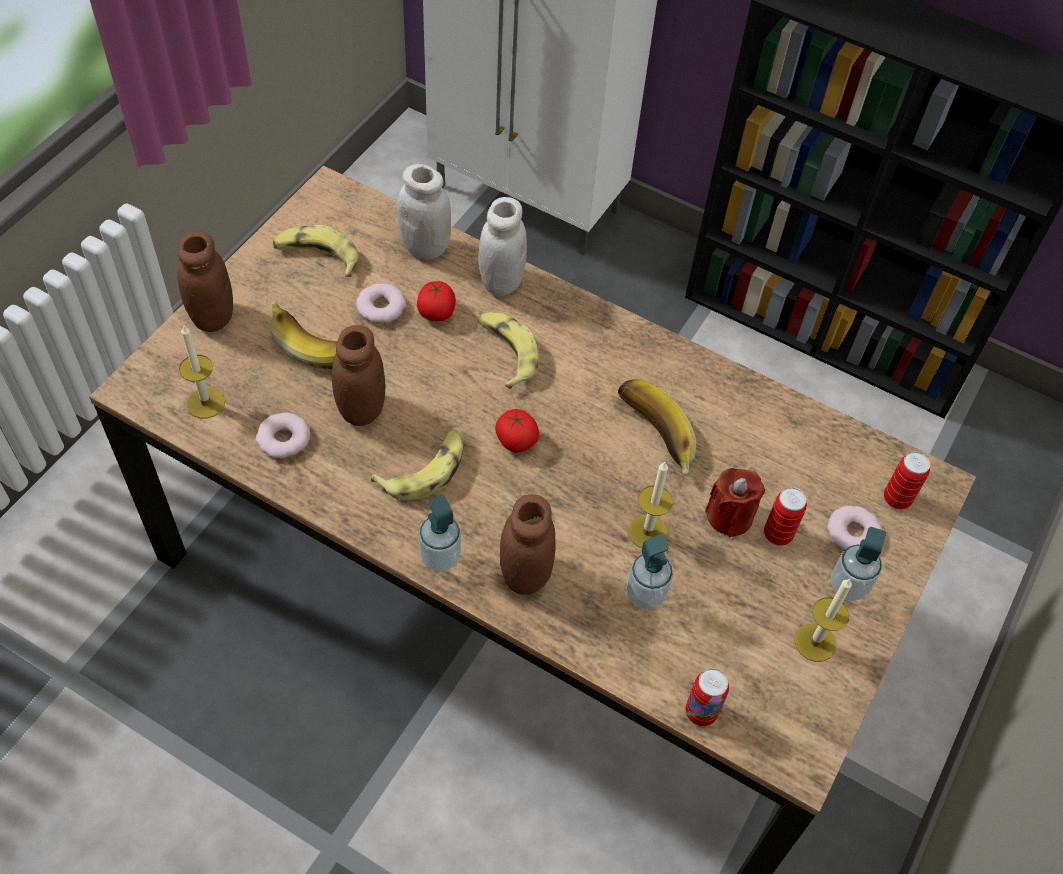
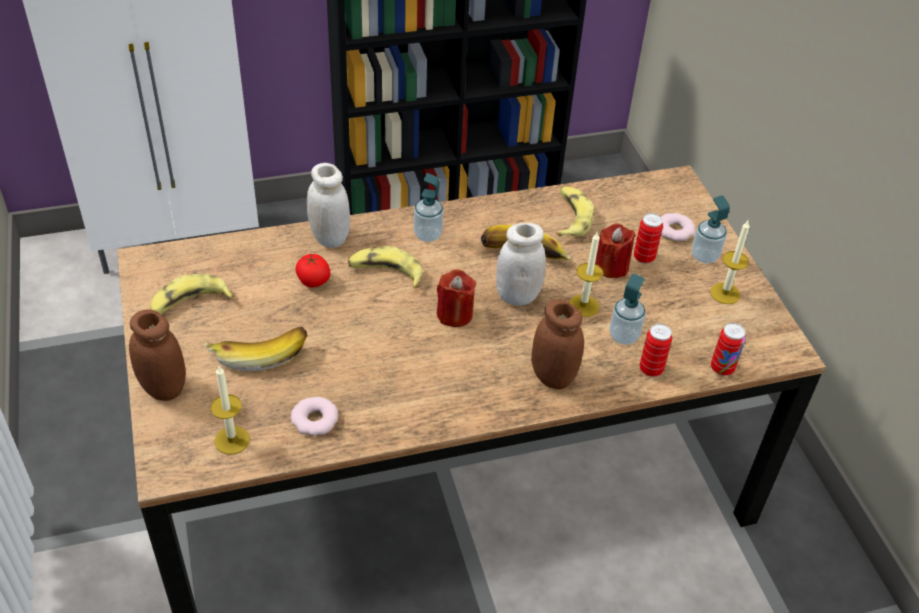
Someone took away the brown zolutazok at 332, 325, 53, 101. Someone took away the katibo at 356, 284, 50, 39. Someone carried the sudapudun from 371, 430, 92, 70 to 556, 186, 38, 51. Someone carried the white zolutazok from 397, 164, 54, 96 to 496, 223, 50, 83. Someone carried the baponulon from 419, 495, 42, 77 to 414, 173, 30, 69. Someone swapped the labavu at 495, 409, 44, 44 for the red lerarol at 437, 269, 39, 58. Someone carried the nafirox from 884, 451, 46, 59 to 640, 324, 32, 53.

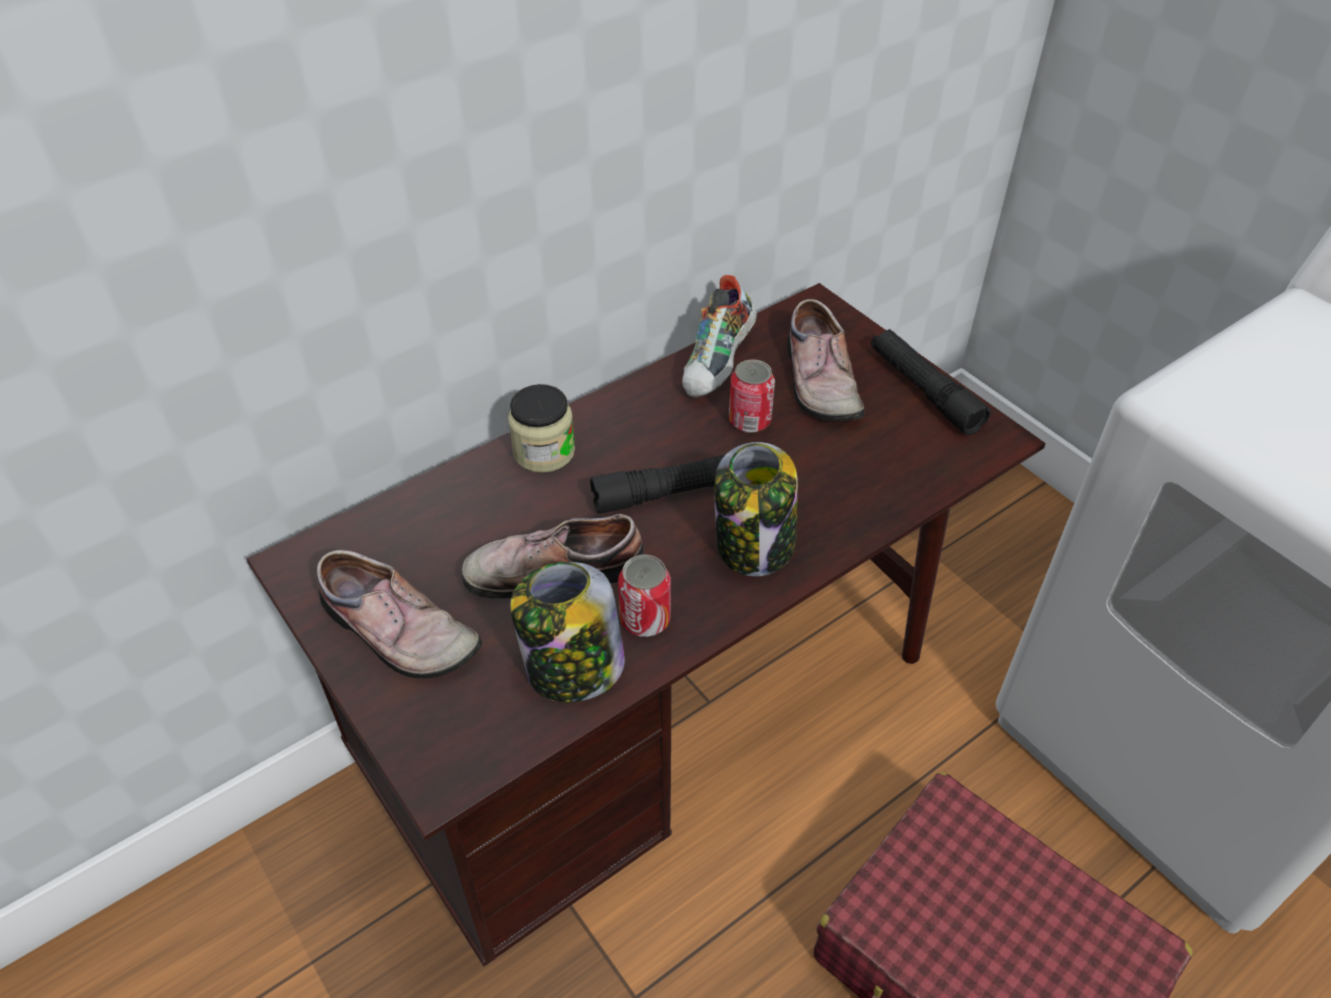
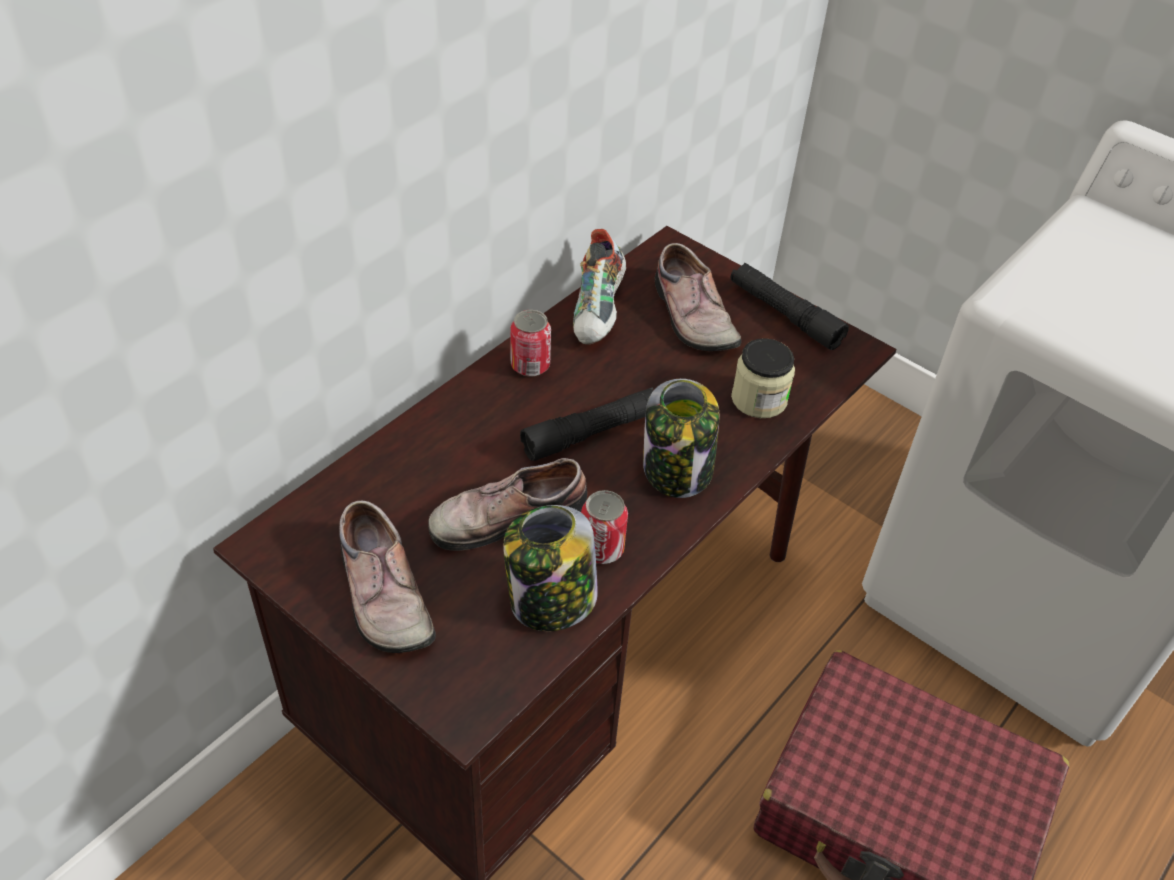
Someone rotated the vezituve at 316, 550, 166, 129 by 45 degrees clockwise. Someone carried the zolutazok from 508, 384, 67, 89 to 731, 338, 64, 80. Someone carried the nafirox from 729, 359, 46, 74 to 510, 310, 41, 67.

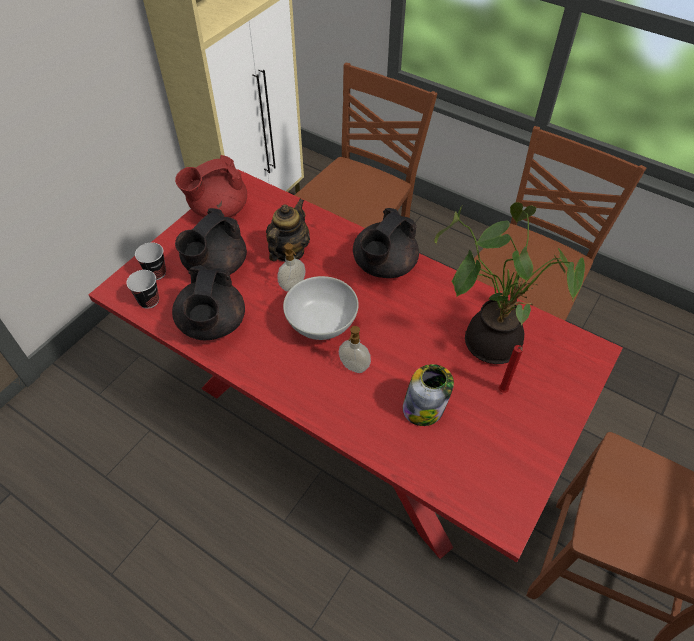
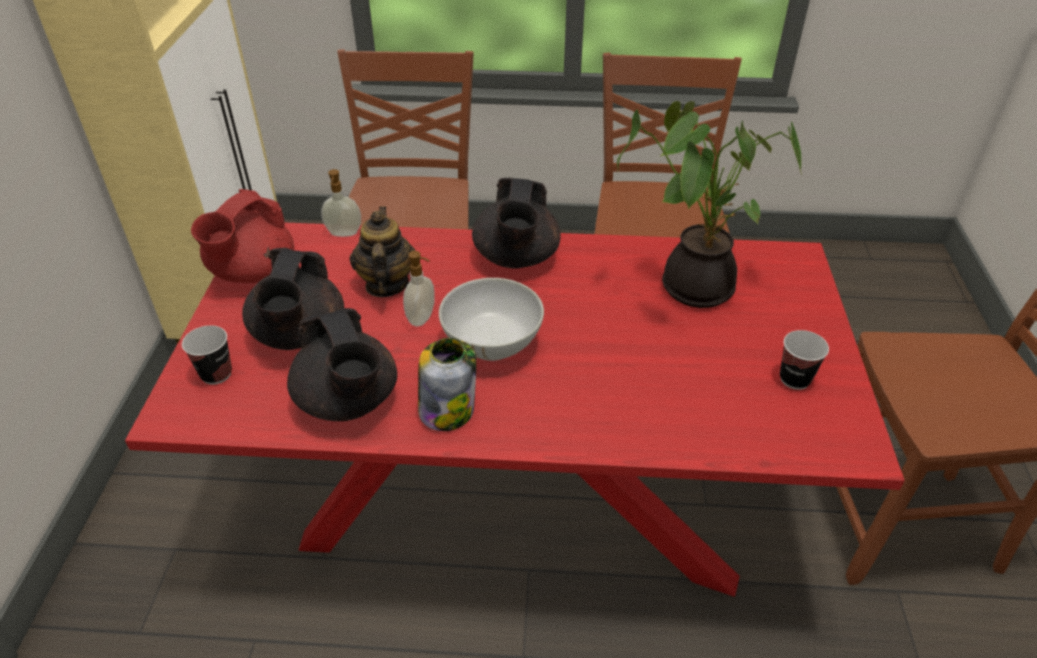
Someone carried the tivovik from 127, 270, 32, 39 to 780, 330, 49, 60. Someone carried the baponulon from 339, 326, 32, 47 to 321, 169, 40, 68. Someone carried the zolutazok from 403, 364, 51, 62 to 418, 338, 58, 93. Someone took away the red lerarol at 499, 345, 24, 48.

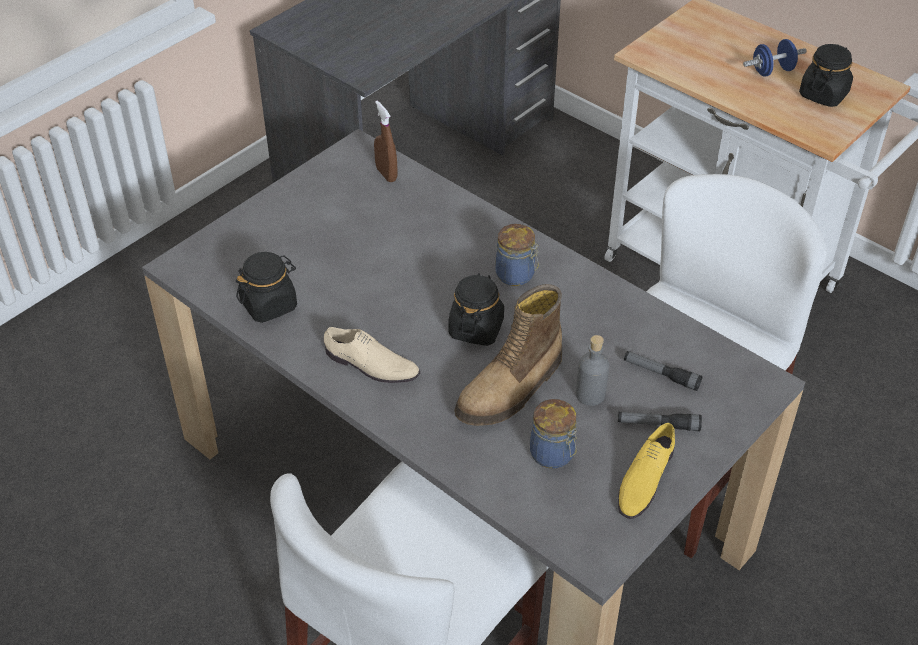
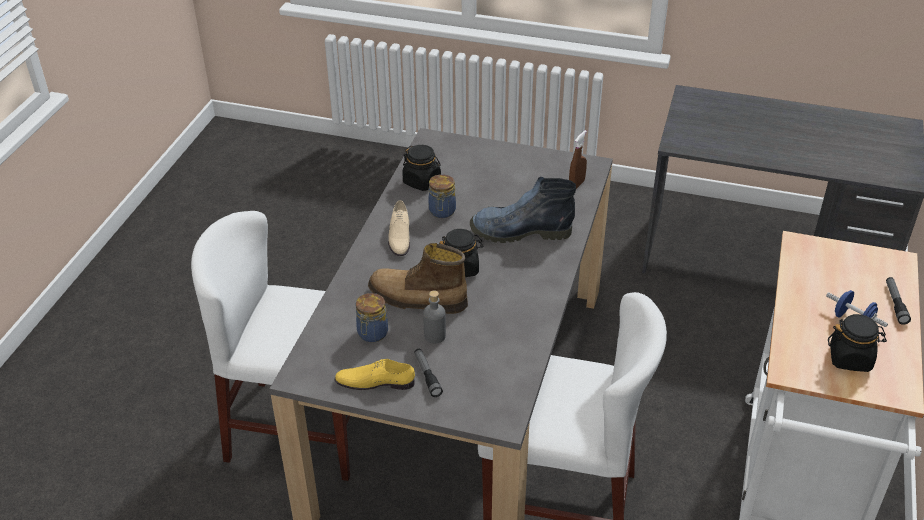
Someone carried the zolutazok from 495, 224, 44, 62 to 428, 174, 28, 44. Someone carried the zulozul from 624, 351, 78, 40 to 886, 277, 25, 48. Someone put down the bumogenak at 470, 177, 106, 66.

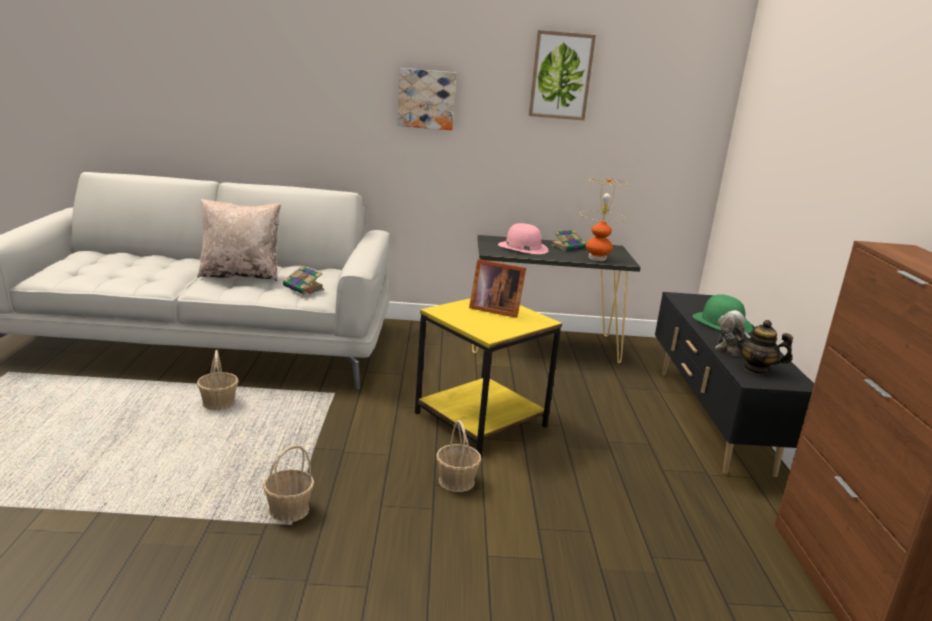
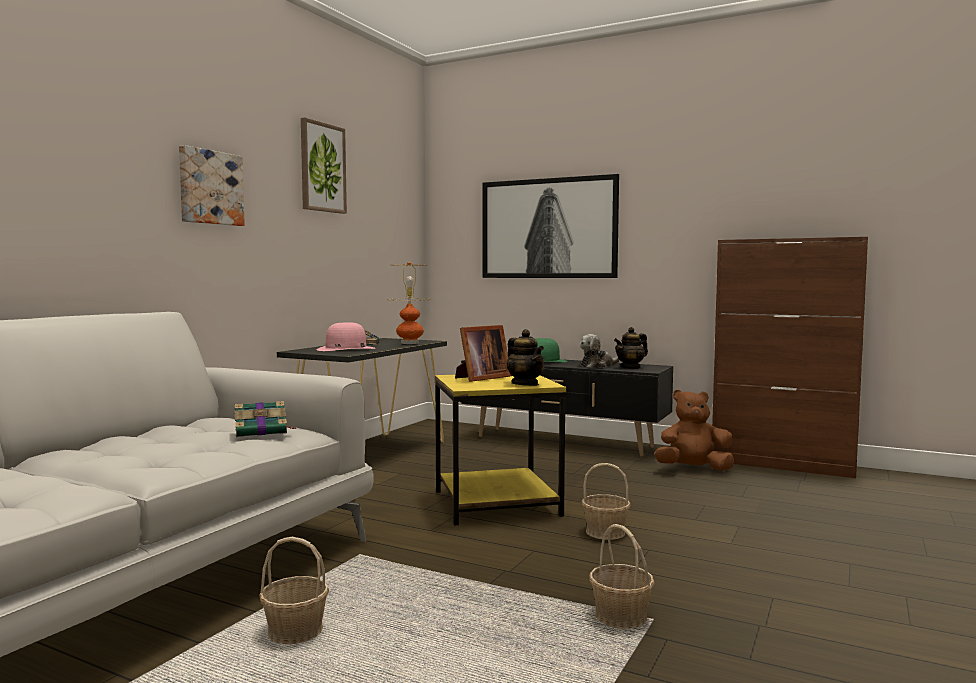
Someone took away the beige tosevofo at 197, 199, 84, 82. Someone put up the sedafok at 482, 174, 137, 104. Someone put down the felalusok at 506, 329, 39, 57. Someone put down the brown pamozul at 654, 389, 81, 82.

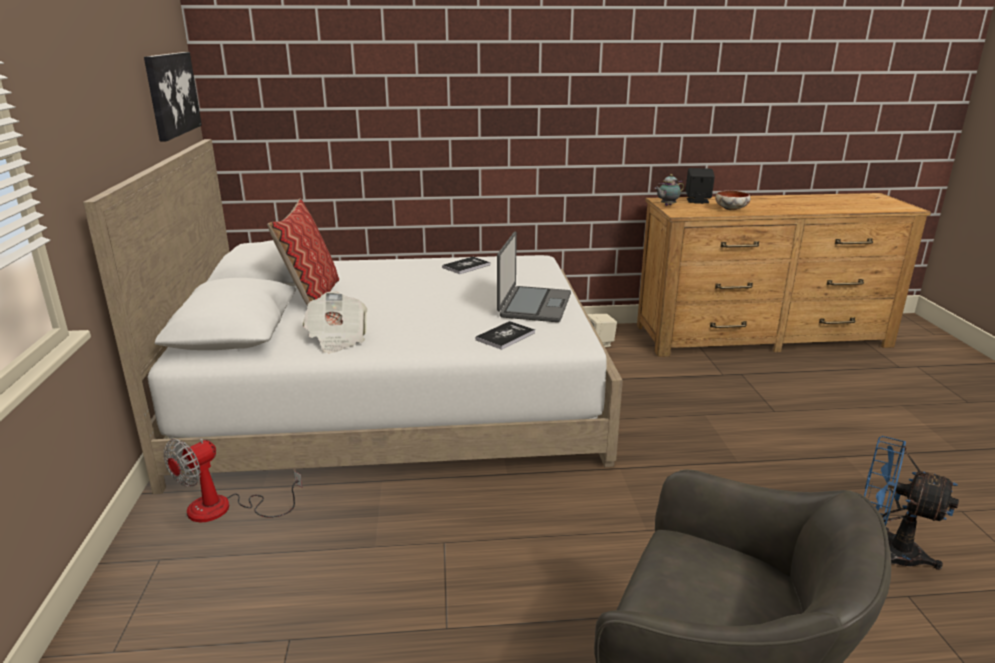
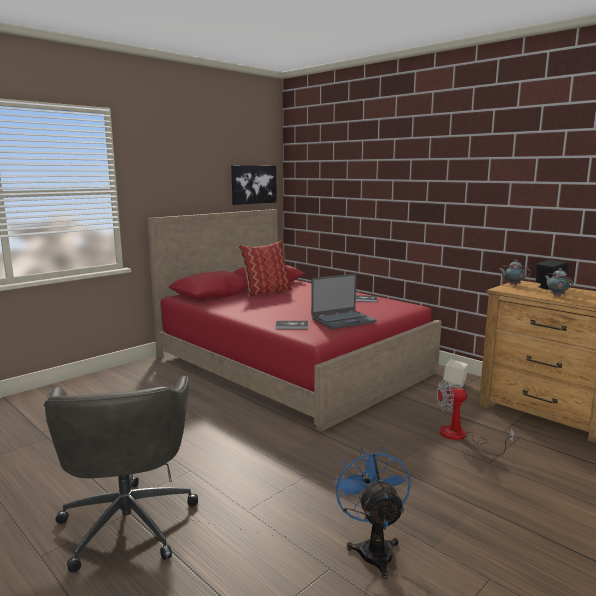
Someone repainted the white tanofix at 83, 139, 540, 355, which became the red tanofix at 147, 209, 295, 223. Someone carried the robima from 164, 439, 139, 83 to 437, 380, 77, 76. Someone took away the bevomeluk at 302, 291, 65, 62. Someone swapped the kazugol at 715, 191, 36, 19 for the felalusok at 544, 268, 29, 29.

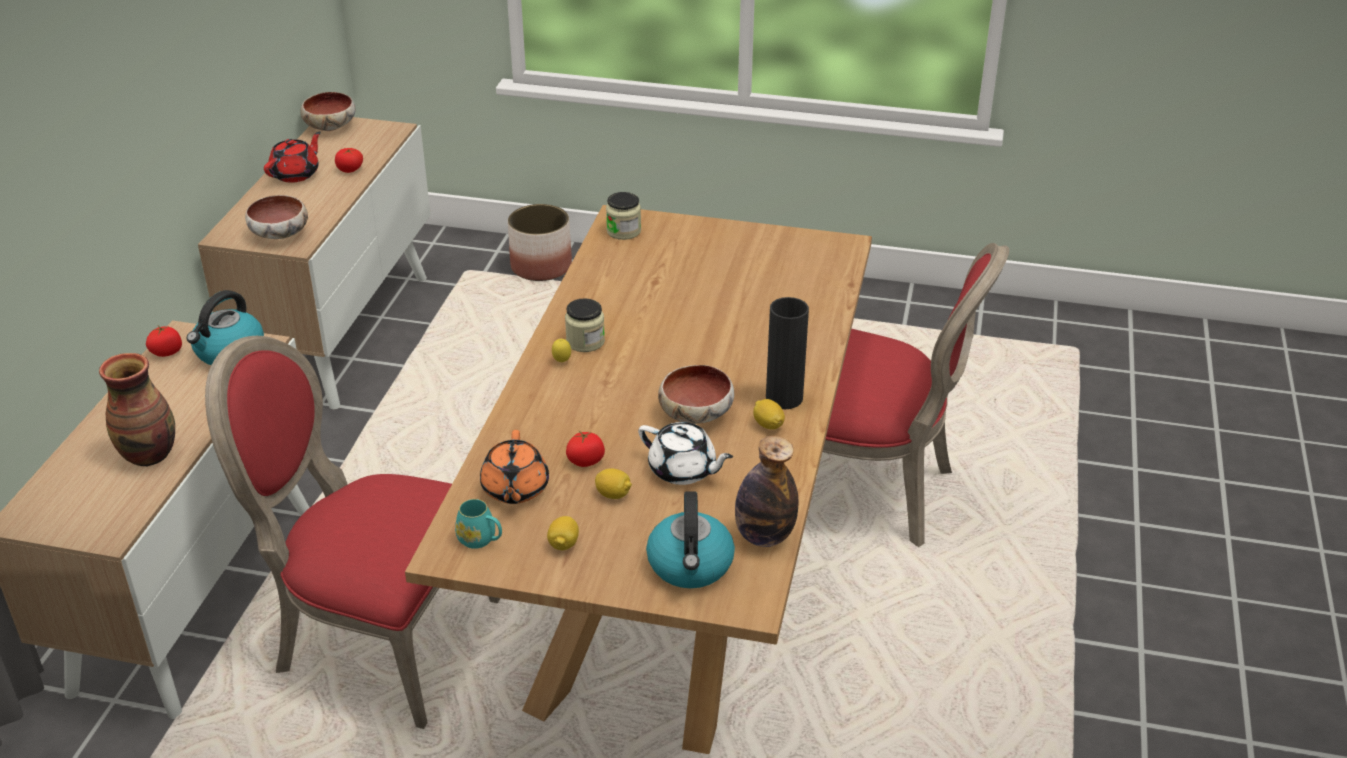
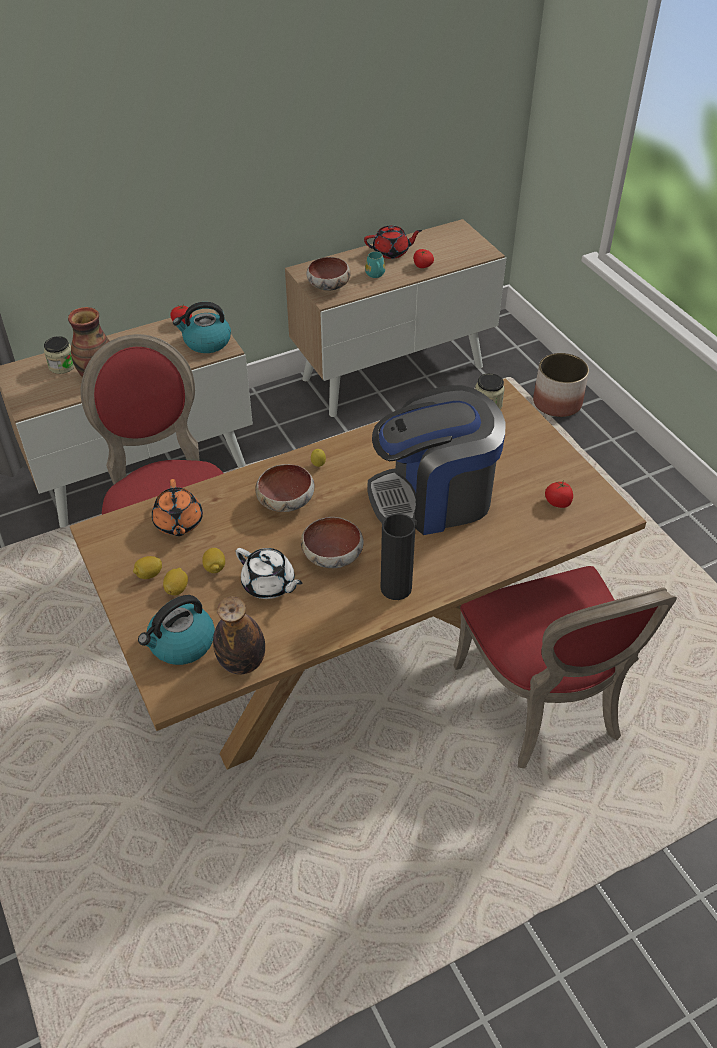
Someone carried the kazugol from 301, 92, 54, 39 to 255, 464, 59, 48. Someone carried the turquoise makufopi from 455, 499, 47, 50 to 365, 251, 20, 27. Someone rotated the orange felalusok at 480, 430, 69, 74 by 60 degrees counterclockwise. Someone carried the zolutazok from 565, 298, 40, 54 to 44, 336, 31, 38. Someone carried the labavu from 566, 430, 39, 37 to 545, 481, 28, 27. Someone rotated the white felalusok at 638, 422, 95, 63 by 45 degrees counterclockwise. Someone carried the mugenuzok from 753, 399, 32, 30 to 163, 568, 25, 27. Someone put down the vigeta at 367, 385, 139, 150.

